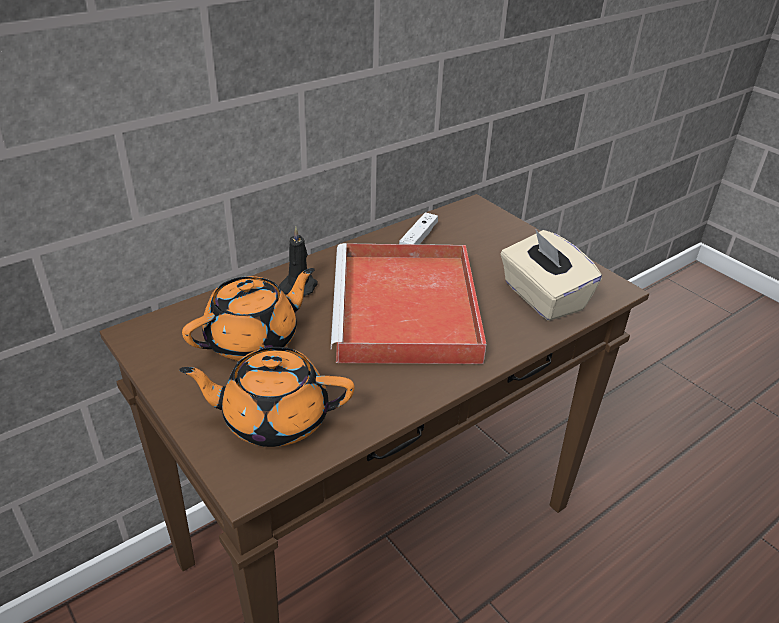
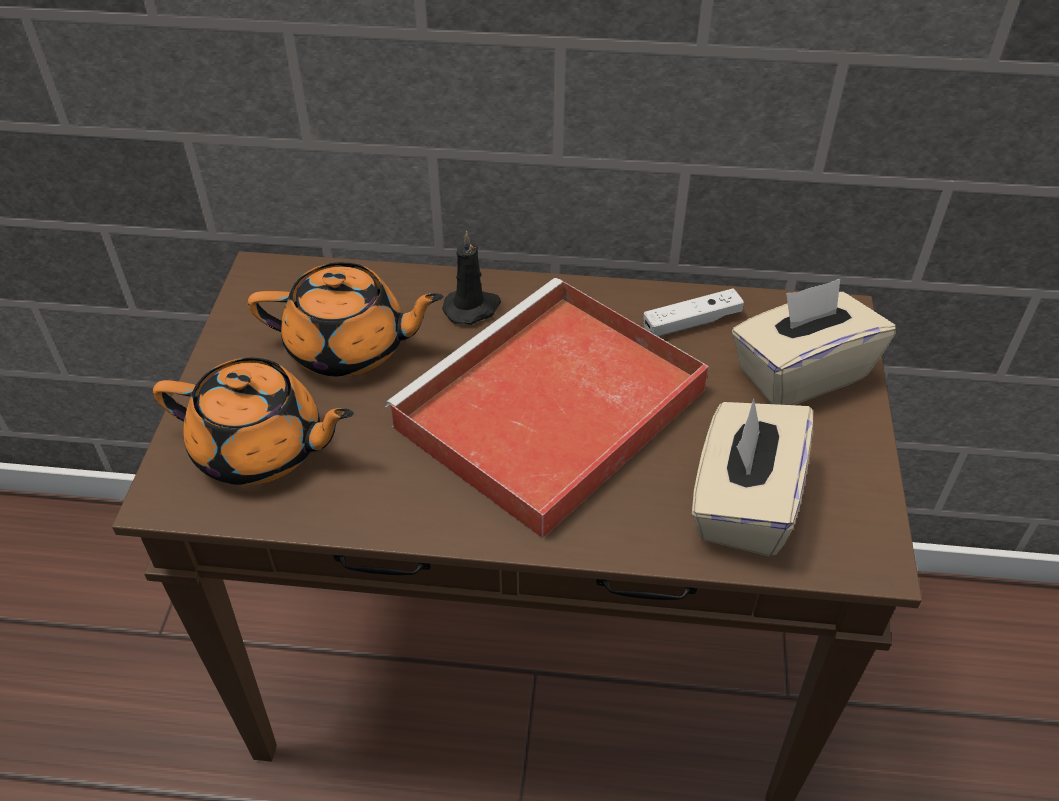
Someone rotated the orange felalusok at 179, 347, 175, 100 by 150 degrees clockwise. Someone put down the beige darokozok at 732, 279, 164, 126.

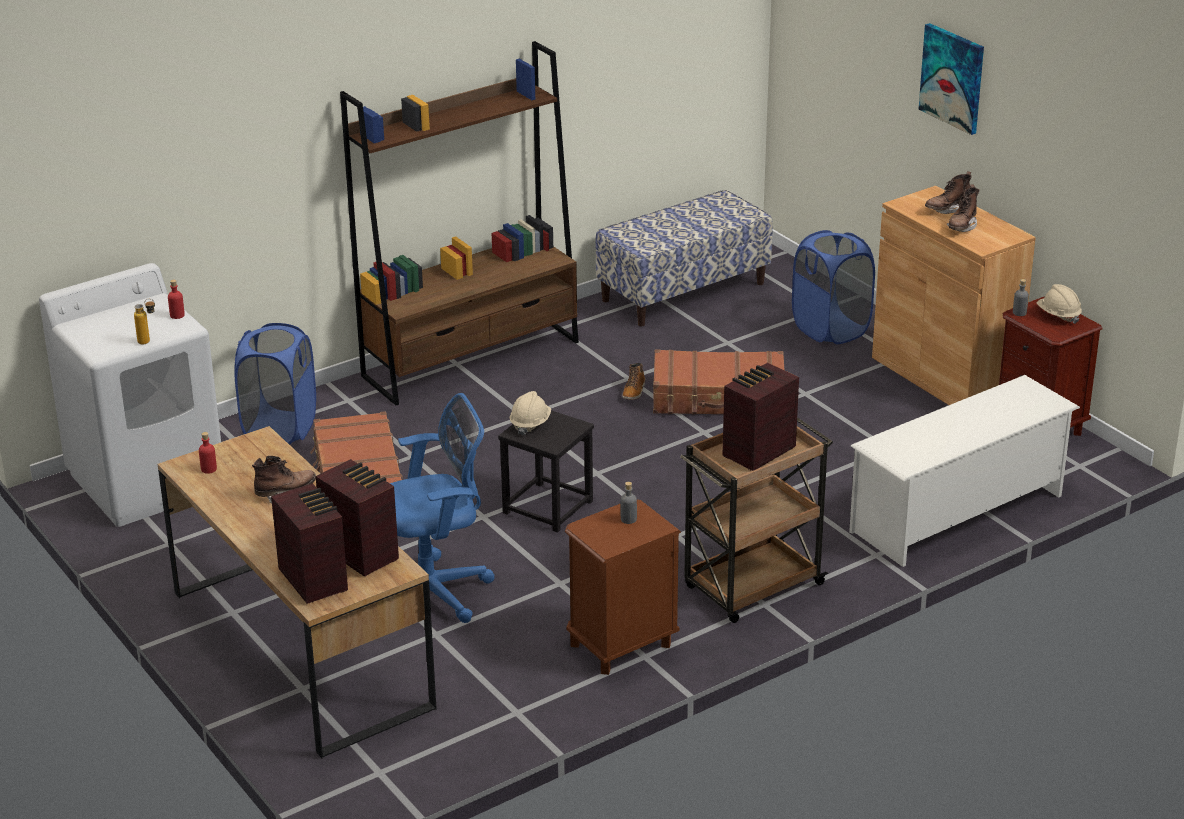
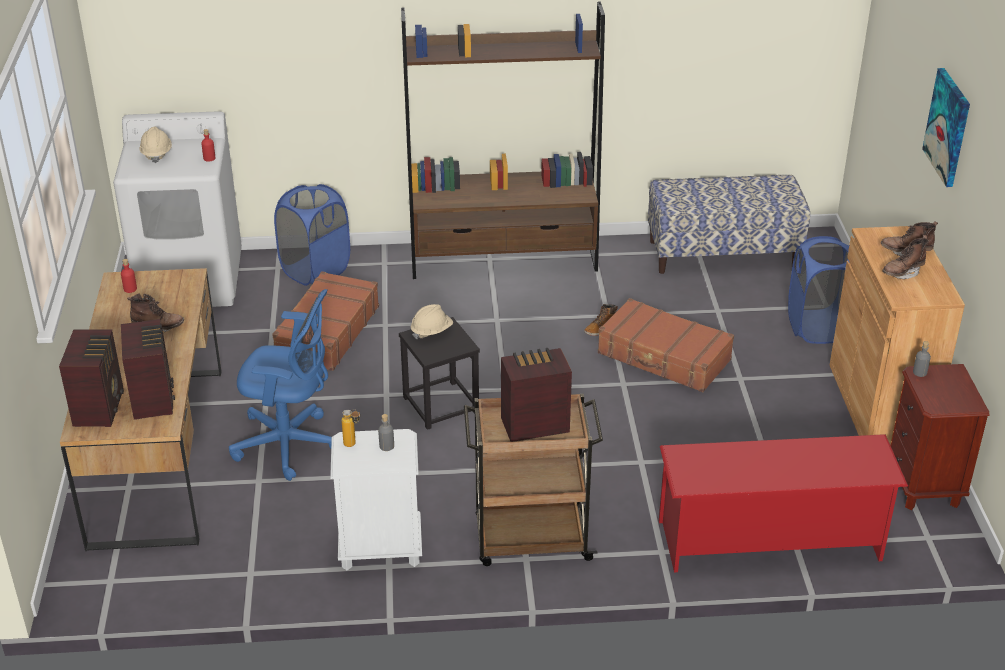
Someone carried the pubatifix from 134, 299, 21, 45 to 342, 409, 18, 38. Someone repainted the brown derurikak at 565, 500, 116, 175, which became the white derurikak at 330, 429, 92, 141. Someone repainted the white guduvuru at 849, 375, 231, 192, which became the red guduvuru at 659, 434, 249, 138. Someone carried the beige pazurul from 1037, 284, 45, 40 to 140, 126, 32, 37.

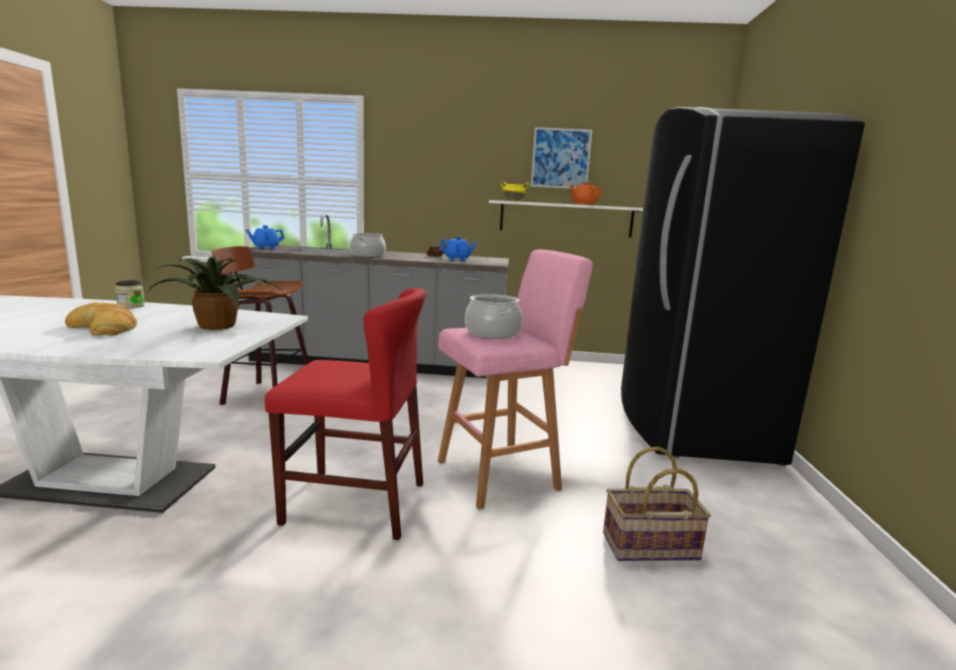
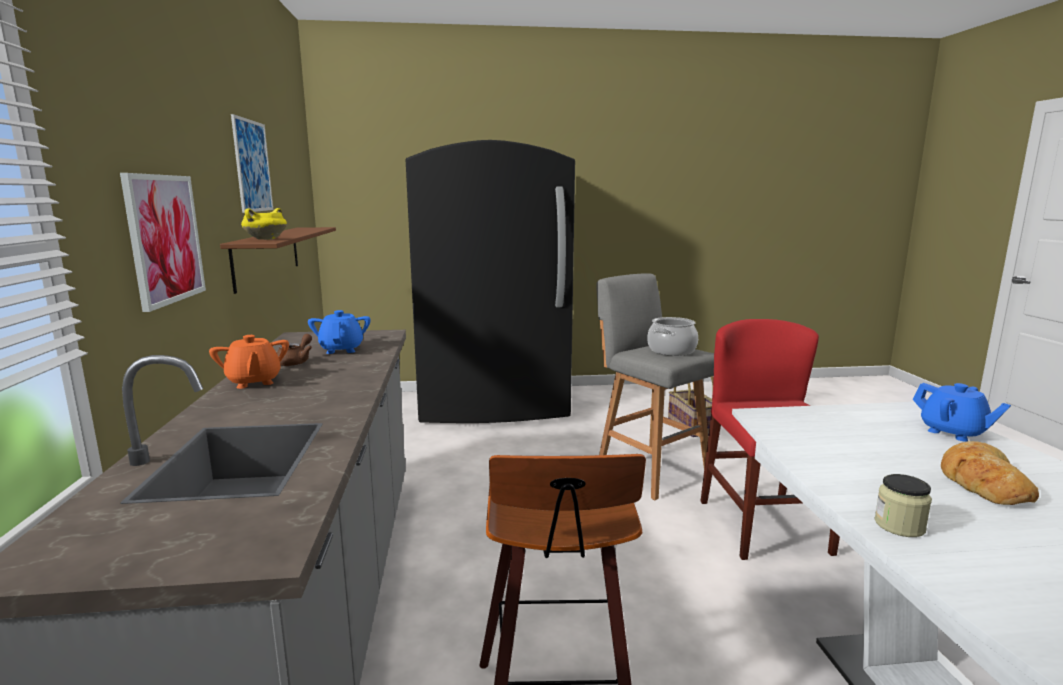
Someone took away the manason at 148, 256, 136, 74. Someone carried the blue felalusok from 246, 225, 39, 24 to 912, 383, 99, 59. Someone took away the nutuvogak at 350, 233, 36, 25. Someone repainted the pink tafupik at 438, 250, 155, 260, which became the grey tafupik at 596, 273, 118, 227. Someone repainted the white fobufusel at 489, 200, 154, 37, which became the brown fobufusel at 220, 227, 116, 67. Someone carried the orange felalusok from 570, 182, 32, 23 to 209, 335, 80, 54. Someone put up the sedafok at 120, 173, 86, 139.

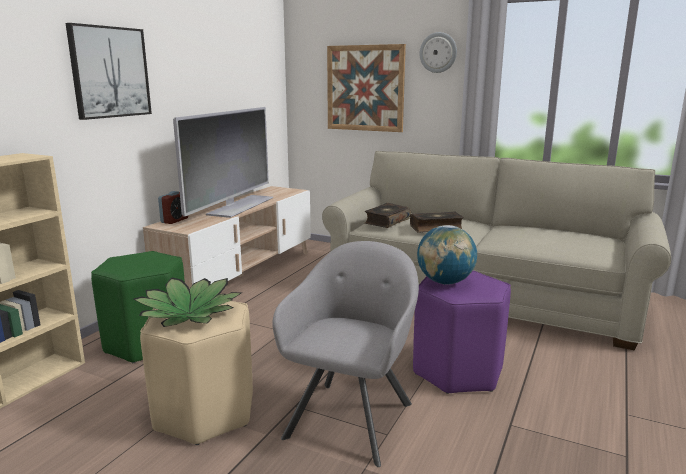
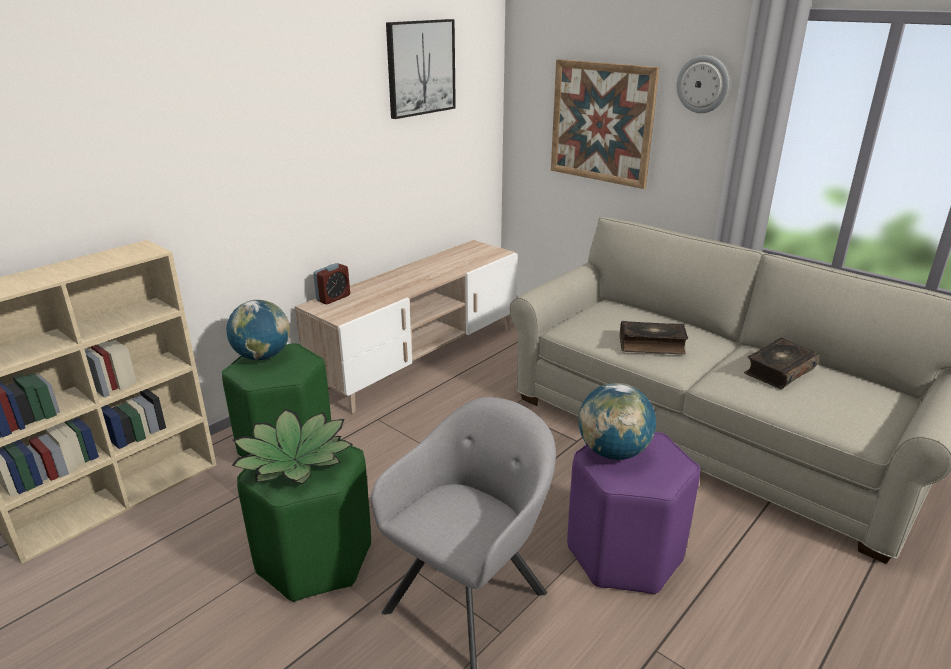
Someone carried the sedafok from 66, 23, 86, 97 to 386, 19, 70, 100. Someone repainted the beige tafupik at 140, 301, 113, 144, which became the green tafupik at 237, 439, 134, 163. Someone took away the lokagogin at 173, 107, 101, 111. Someone carried the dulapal from 365, 203, 46, 25 to 744, 338, 75, 51. Someone put down the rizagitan at 226, 300, 64, 60.

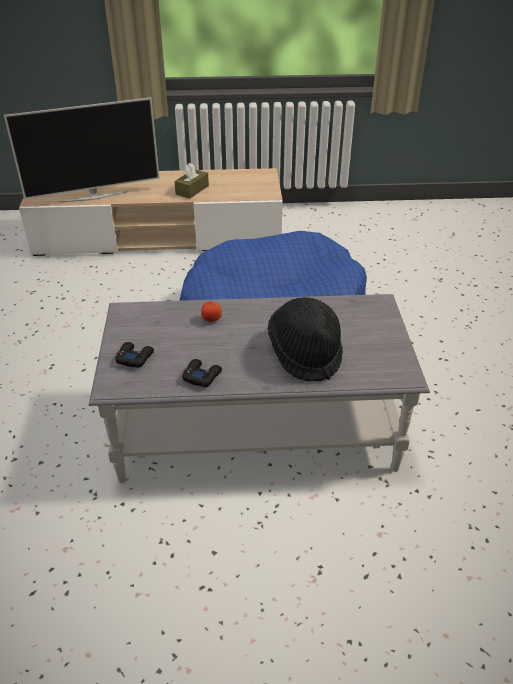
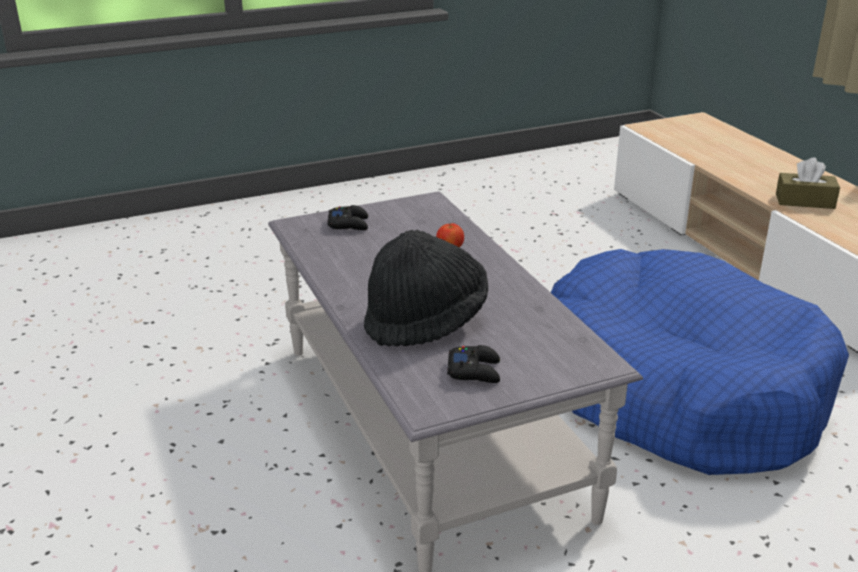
Someone took away the lokagogin at 4, 97, 156, 106. Someone carried the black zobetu from 182, 359, 40, 28 to 447, 345, 53, 38.

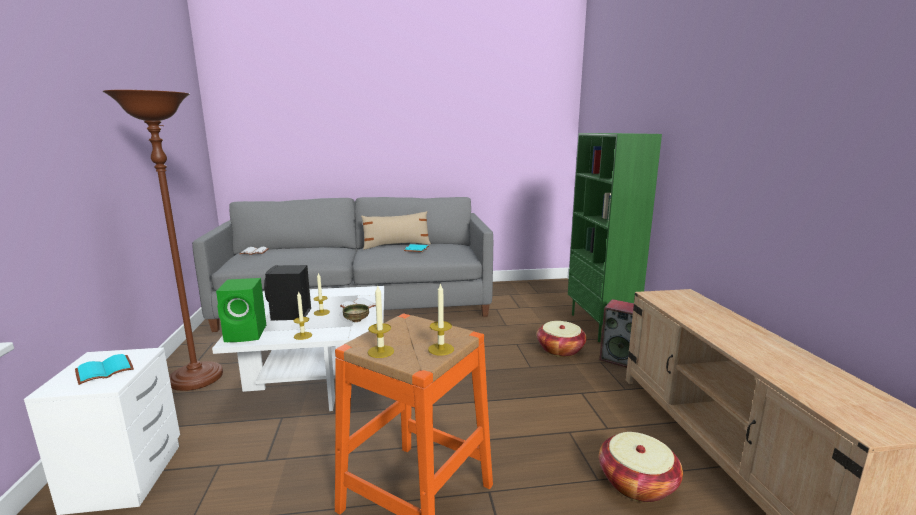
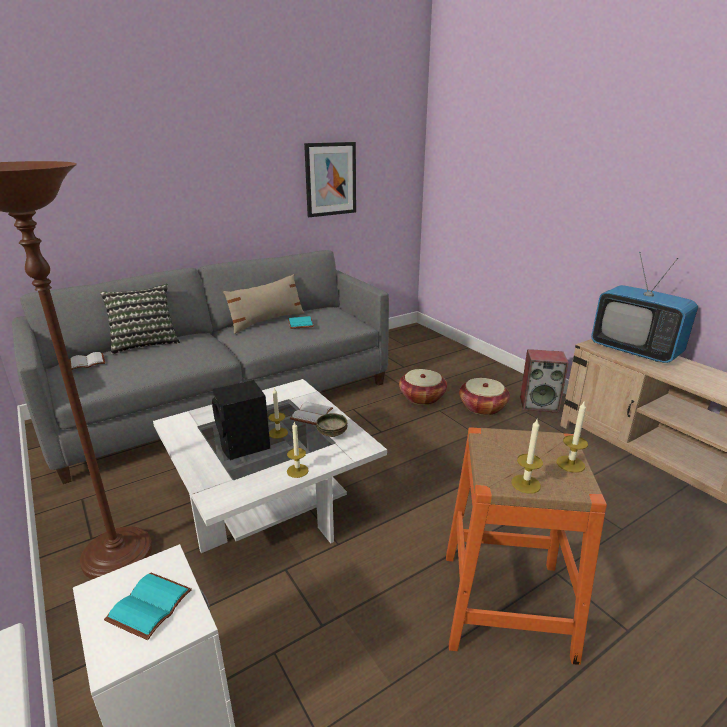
Someone took away the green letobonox at 216, 278, 50, 64. Someone took away the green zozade at 568, 133, 94, 209. Someone carried the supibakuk from 599, 432, 84, 70 to 399, 369, 48, 36. Someone put down the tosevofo at 100, 284, 80, 70. Someone put up the sedafok at 304, 142, 52, 75. Someone put down the lokagogin at 591, 252, 107, 111.

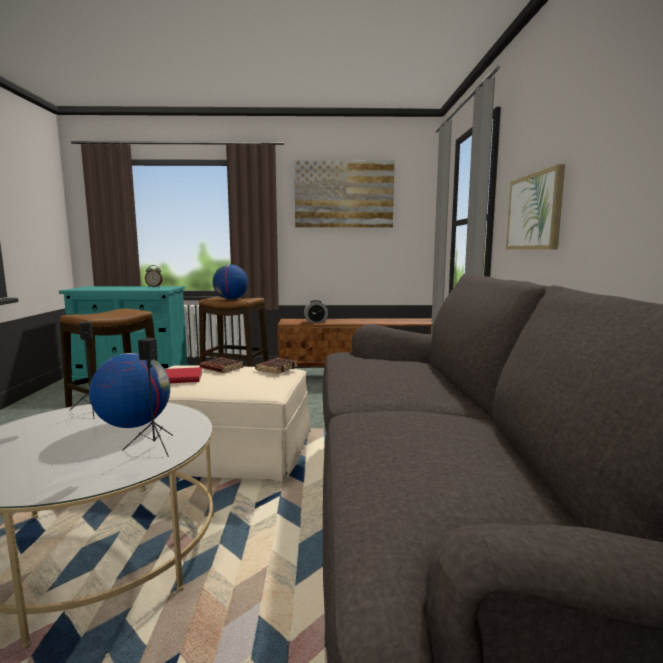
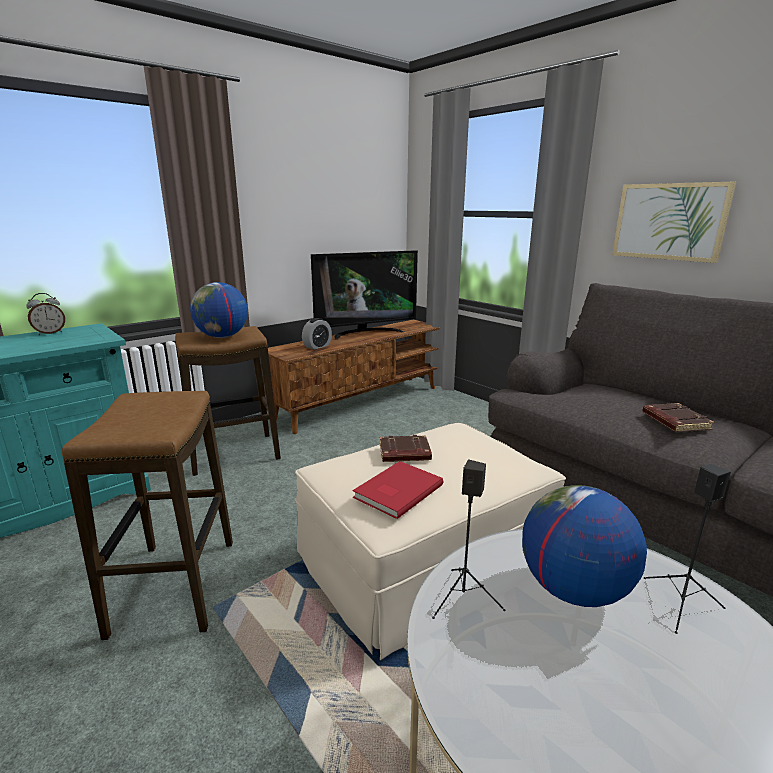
Someone carried the brown dulapal from 255, 358, 43, 16 to 642, 403, 72, 29. Someone took away the sedafok at 294, 160, 100, 67. Someone put down the lokagogin at 311, 250, 107, 90.

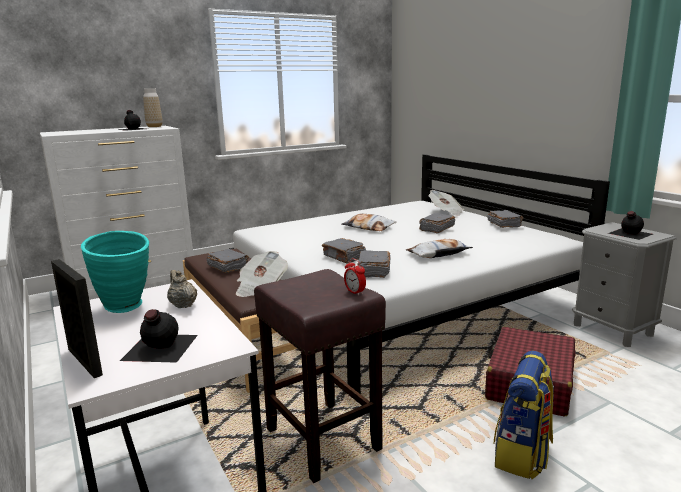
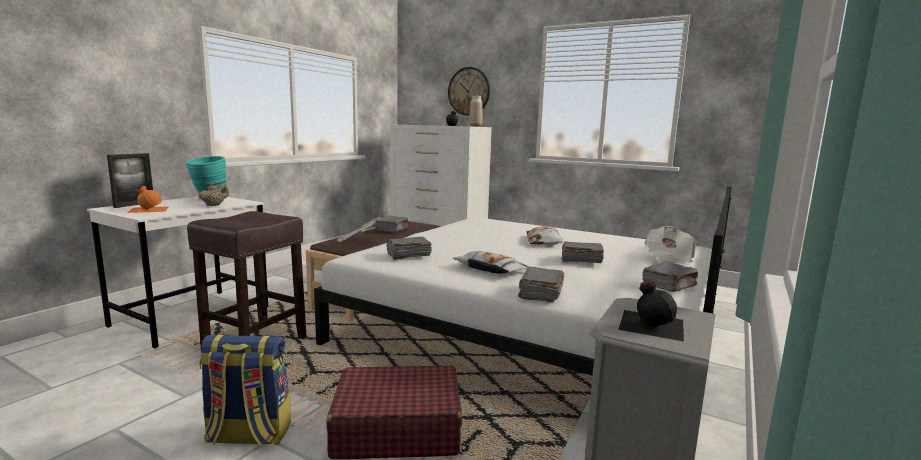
Someone repainted the black pubatifix at 120, 309, 78, 54, which became the orange pubatifix at 127, 185, 42, 28. Someone carried the grey dulapal from 322, 238, 44, 26 to 518, 267, 47, 36. Someone took away the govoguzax at 344, 258, 22, 38. Someone put up the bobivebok at 448, 67, 42, 49.

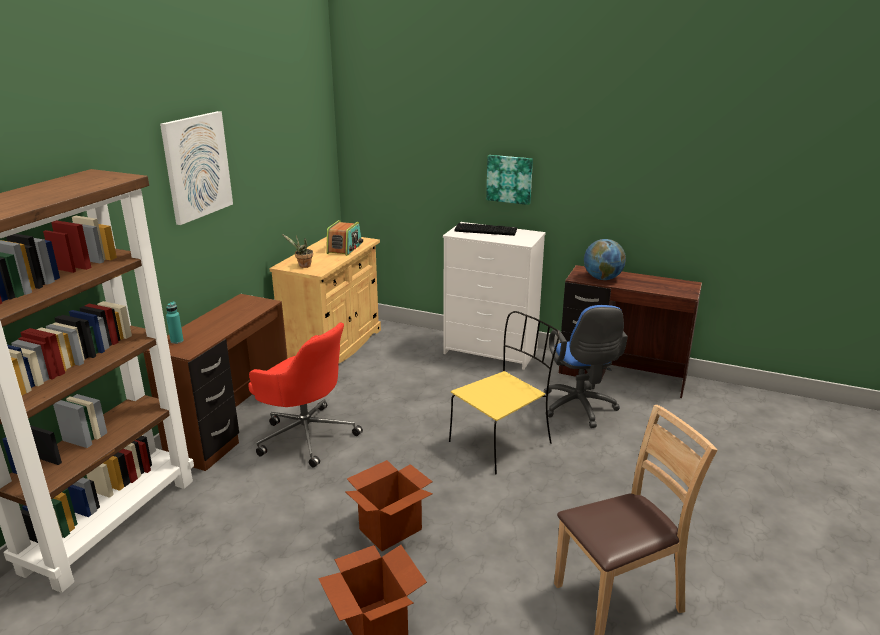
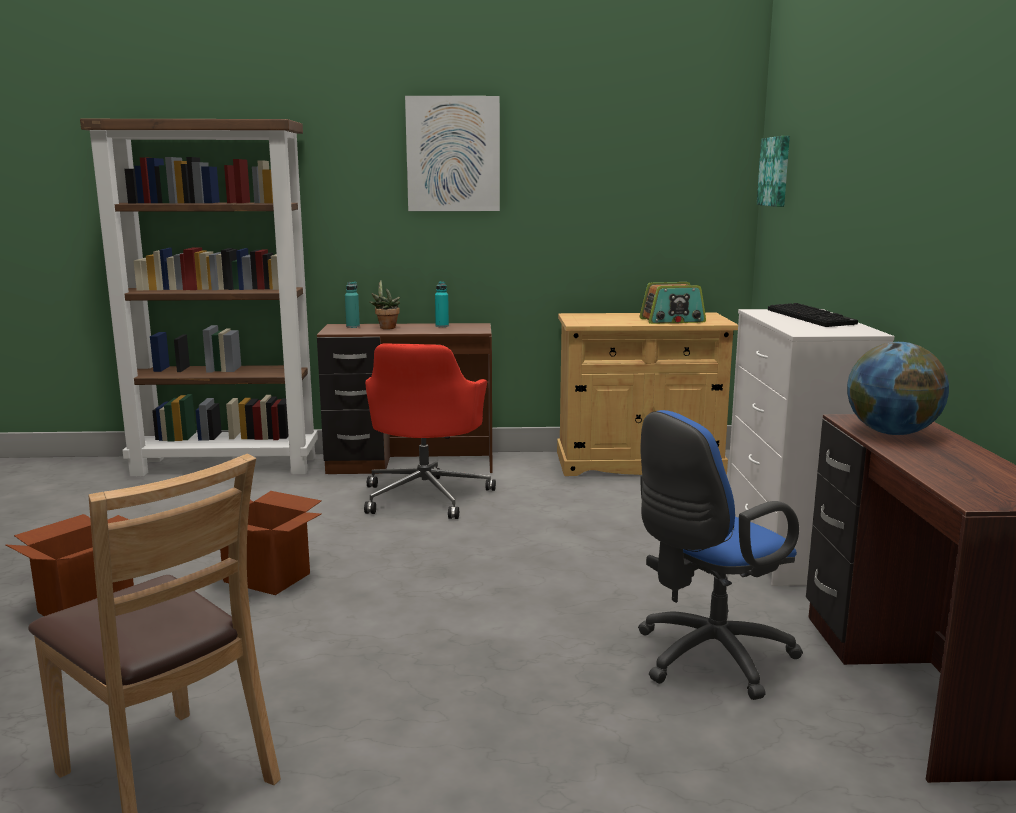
Someone carried the manason from 282, 234, 31, 34 to 369, 280, 31, 49. Someone took away the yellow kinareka at 449, 311, 110, 163. Someone carried the sedafok from 486, 155, 47, 50 to 757, 136, 33, 71. Someone put down the turquoise pubatifix at 435, 281, 14, 46.

